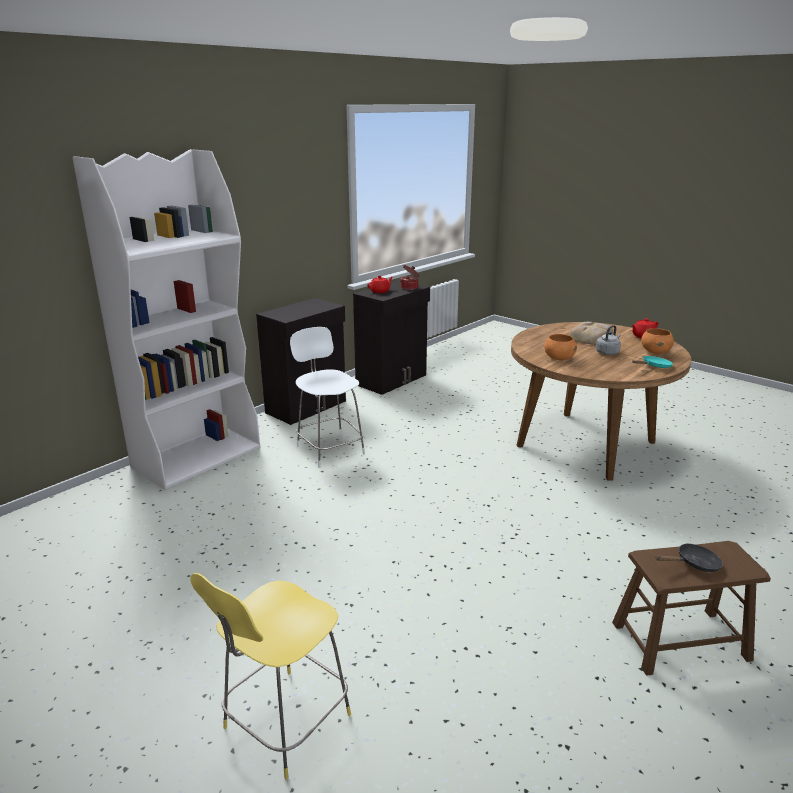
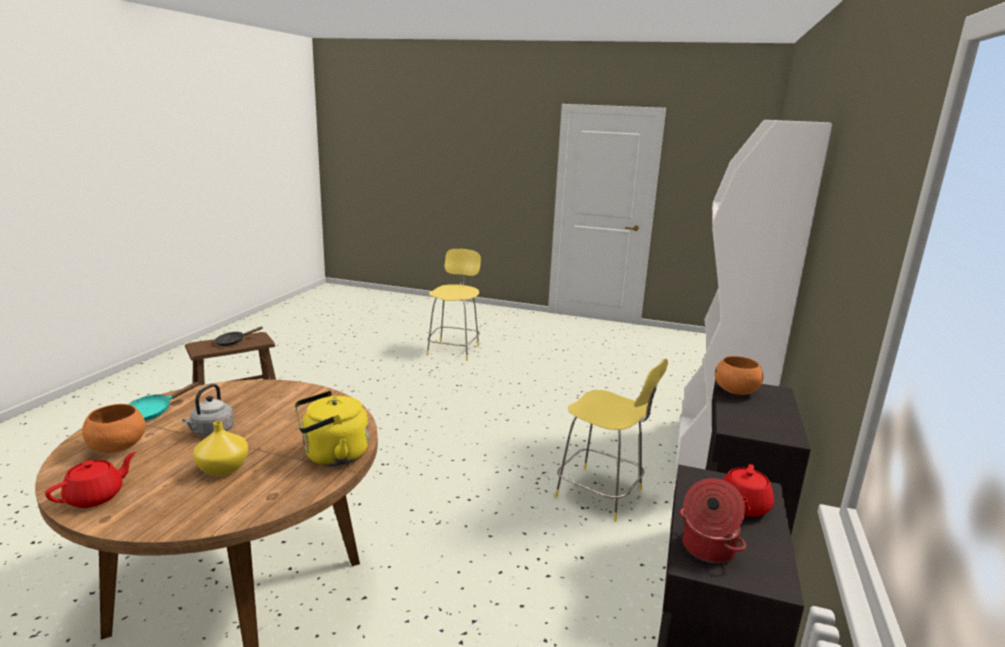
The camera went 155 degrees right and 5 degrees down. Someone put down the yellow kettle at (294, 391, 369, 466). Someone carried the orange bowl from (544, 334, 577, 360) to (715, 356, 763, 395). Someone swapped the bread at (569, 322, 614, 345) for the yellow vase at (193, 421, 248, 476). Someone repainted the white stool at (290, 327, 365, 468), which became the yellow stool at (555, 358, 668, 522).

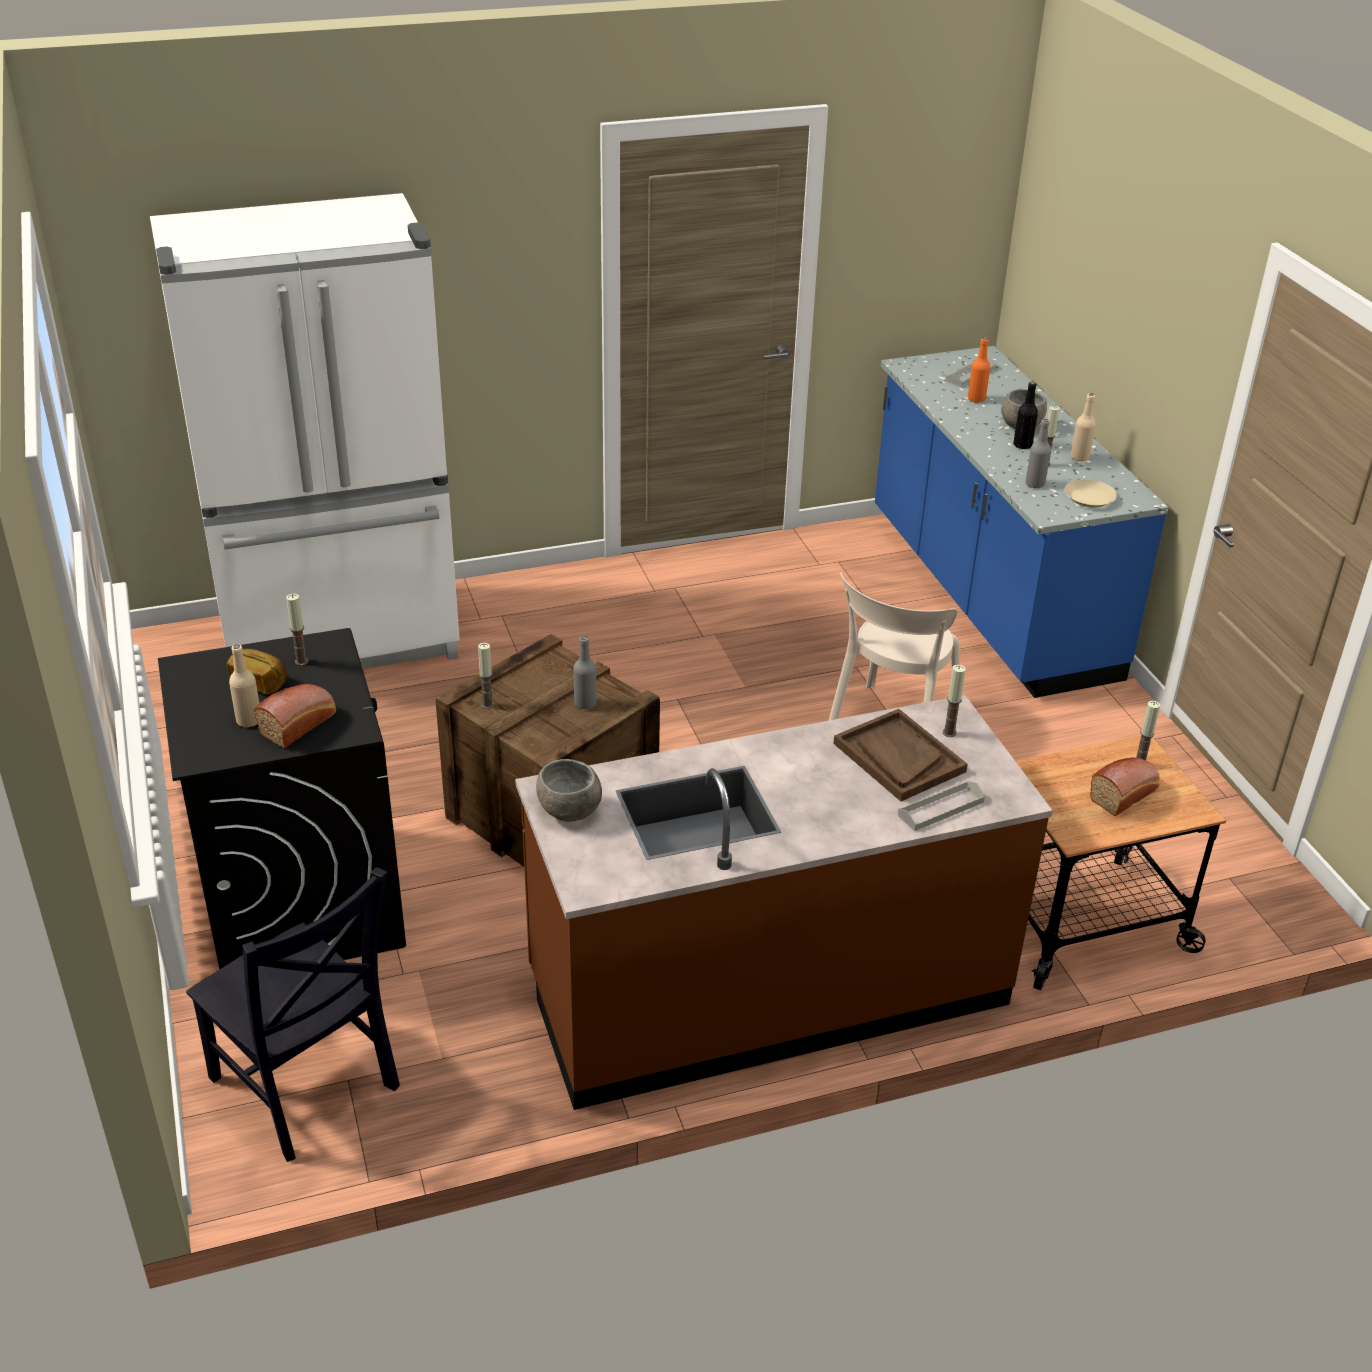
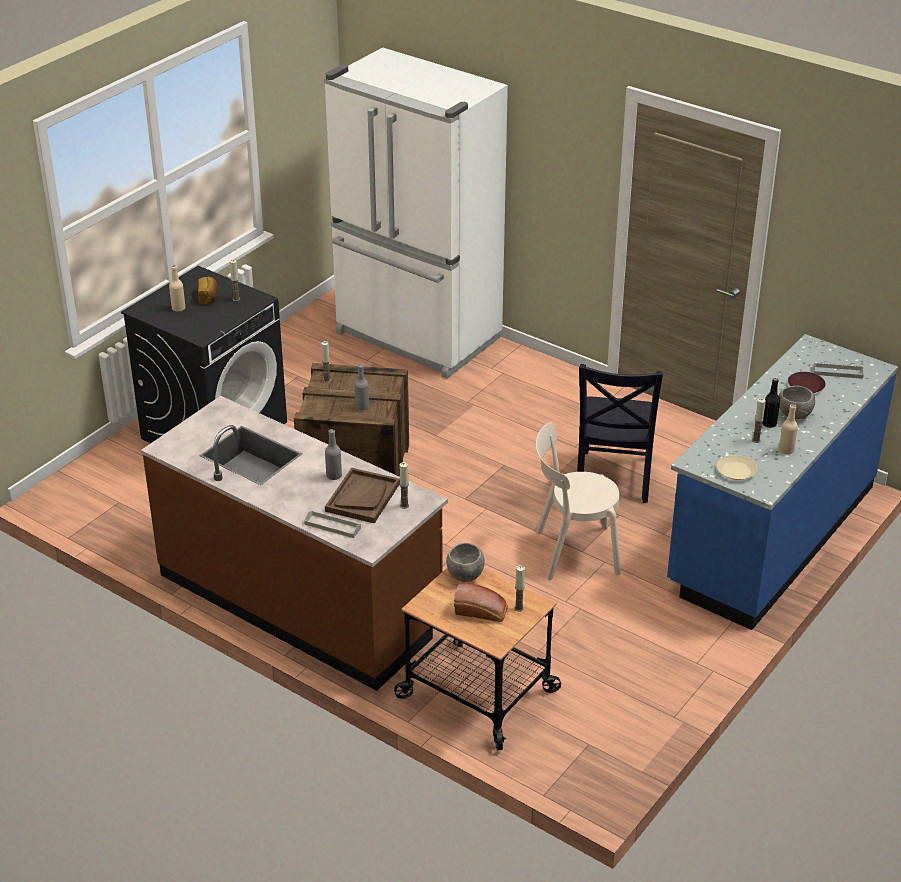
The camera went 55 degrees right and 0 degrees up. Someone took away the bread at (254, 684, 336, 748). Someone carried the black chair from (186, 867, 400, 1162) to (577, 364, 663, 503). Someone carried the grey bowl from (536, 759, 602, 822) to (446, 543, 485, 582). Someone carried the grey bottle from (1025, 419, 1051, 489) to (325, 429, 342, 480). Someone swapped the orange bottle at (968, 337, 990, 403) for the brown plate at (788, 372, 826, 393).

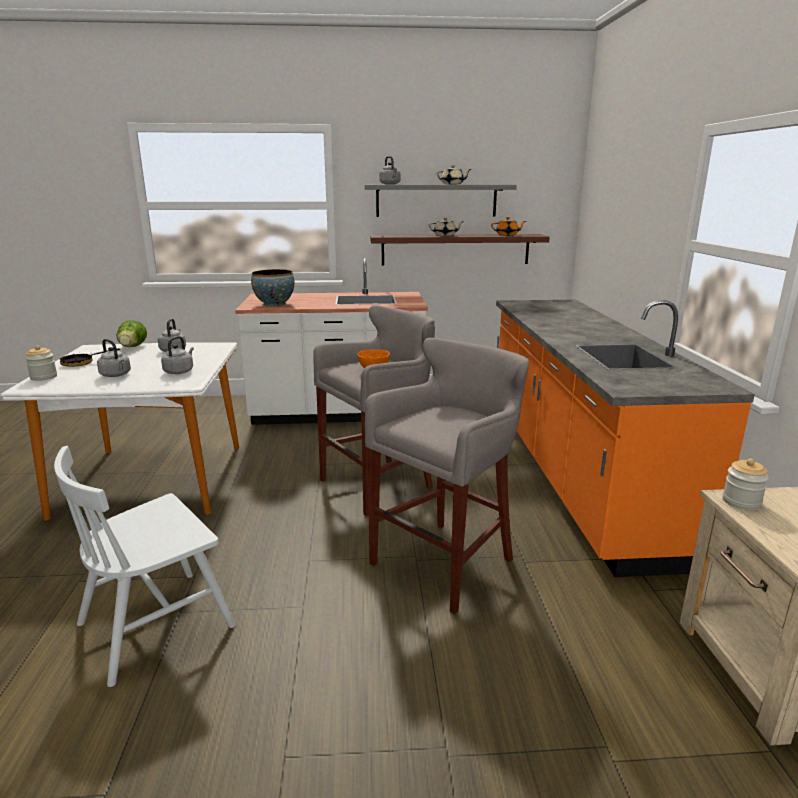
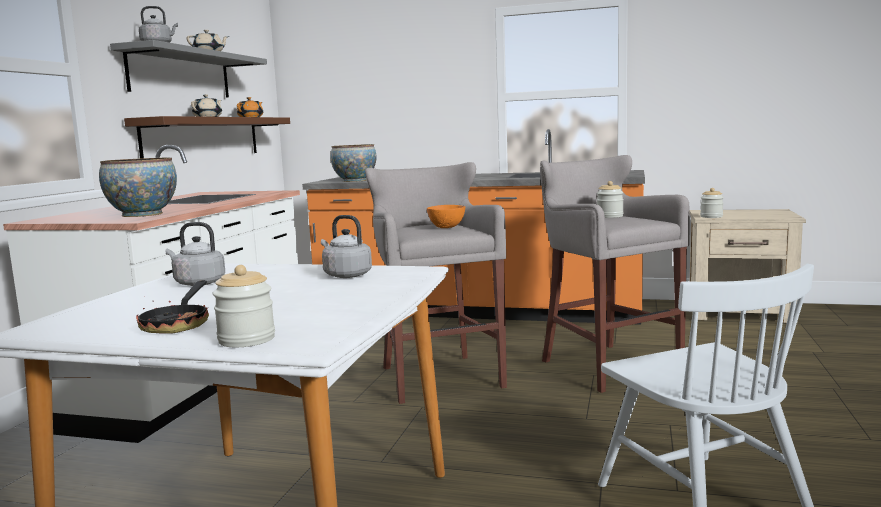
The camera went 70 degrees left and 10 degrees down. Someone took away the grey kettle at (97, 339, 131, 377). Someone took away the lettuce at (116, 320, 147, 347). Someone put down the bowl at (330, 144, 376, 182). Someone put down the jar at (597, 181, 624, 218).

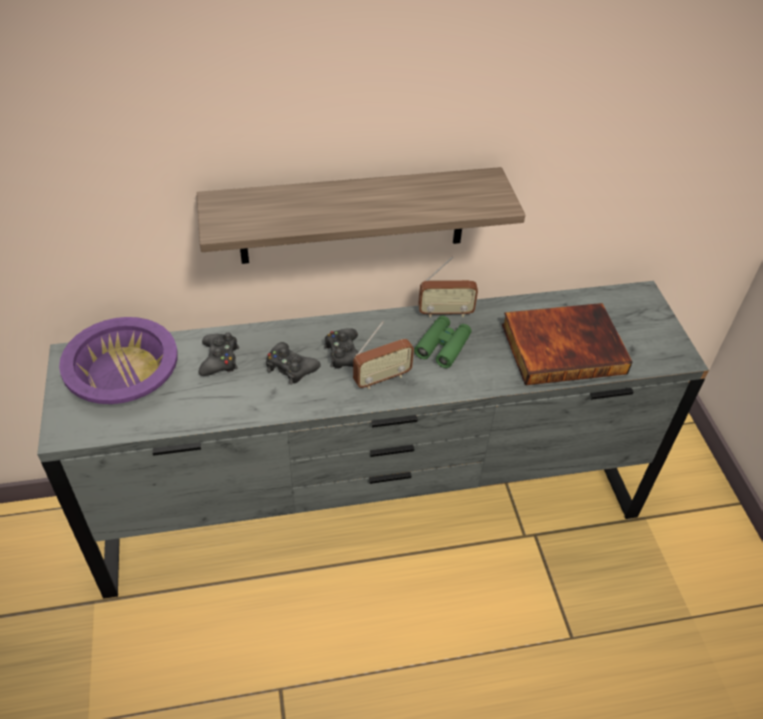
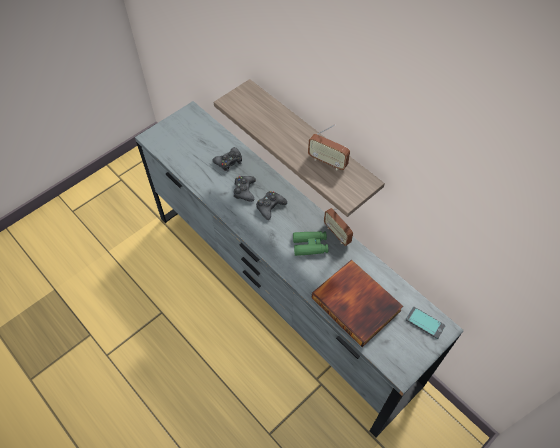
The camera went 60 degrees right and 10 degrees up. Someone took away the purple bowl at (59, 317, 178, 404). Someone put down the phone at (406, 307, 445, 339). Someone carried the radio from (353, 321, 414, 389) to (308, 124, 350, 171).

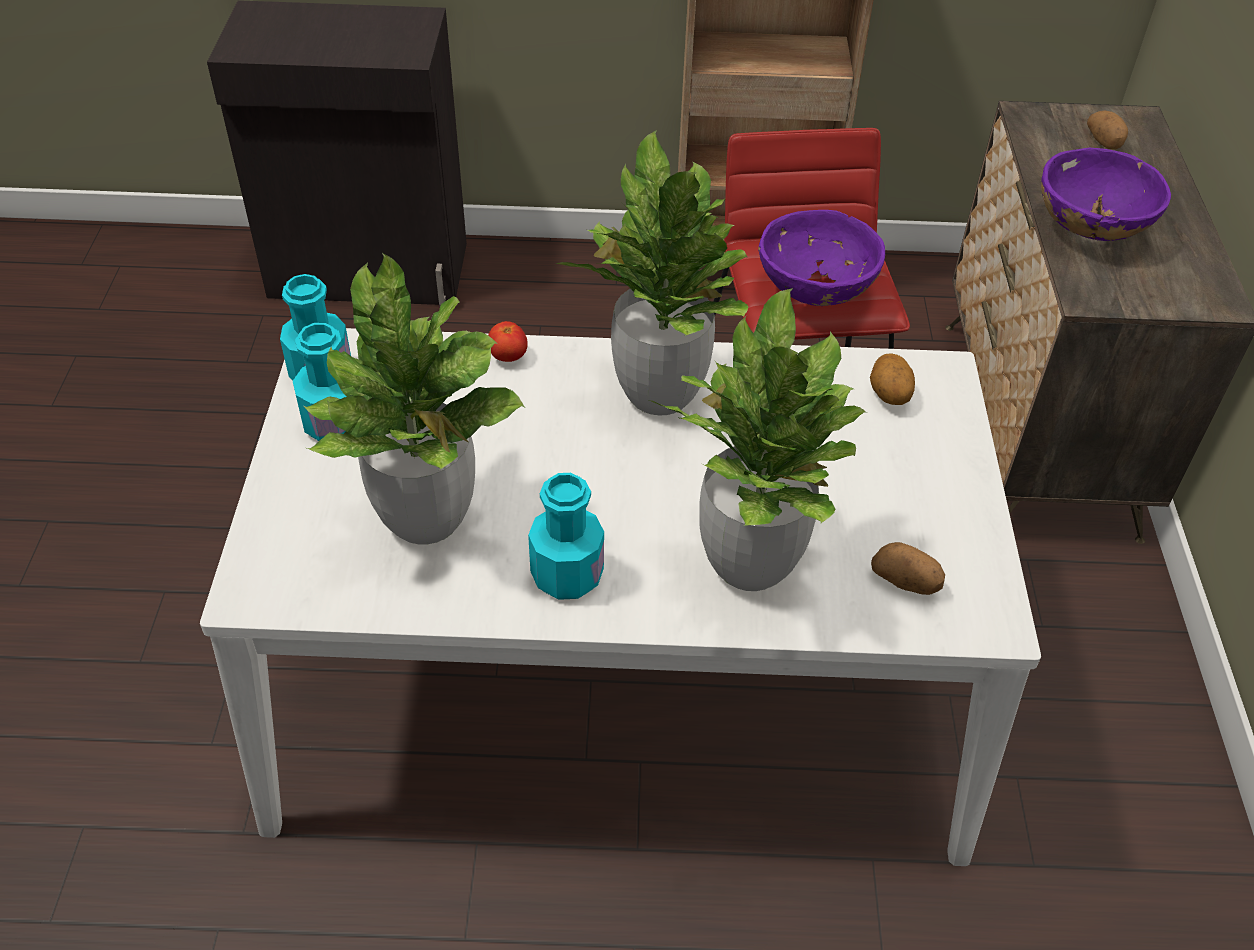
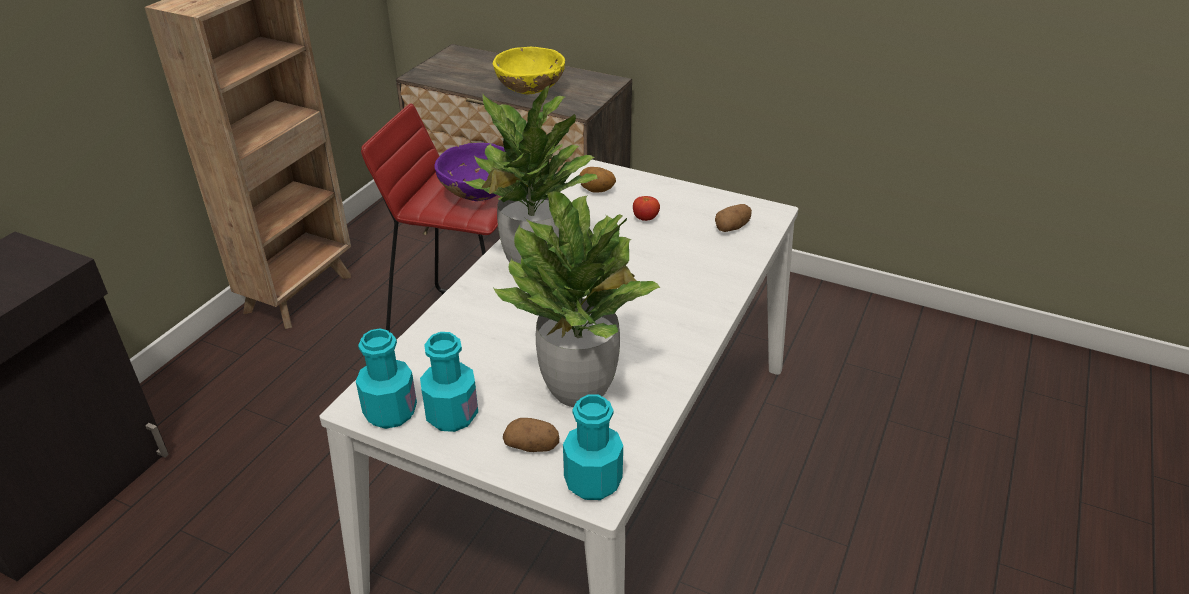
The camera went 65 degrees left and 10 degrees down. Someone took away the potted plant at (649, 288, 867, 591). Someone carried the tomato from (488, 321, 528, 362) to (633, 196, 660, 221). Someone carried the turquoise bottle from (528, 473, 604, 600) to (563, 394, 623, 500). Someone carried the potato from (1087, 110, 1128, 149) to (503, 418, 559, 452). Someone repainted the purple bowl at (1041, 148, 1171, 241), which became the yellow bowl at (493, 47, 565, 94).

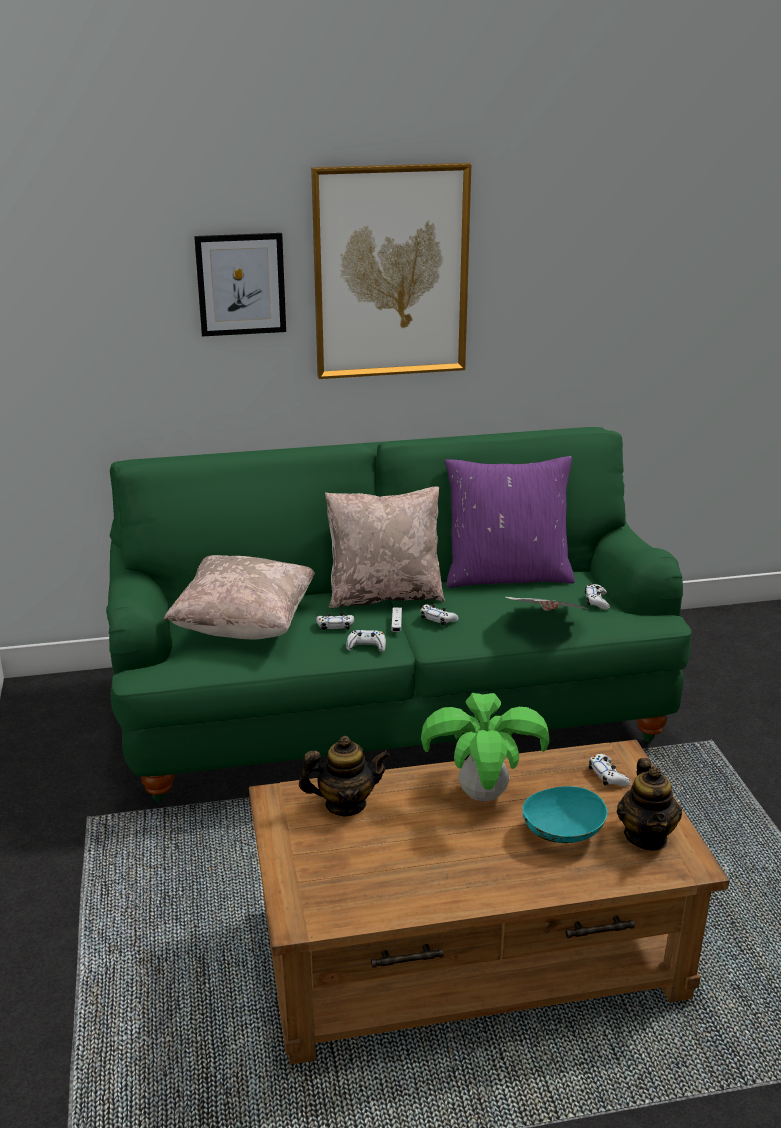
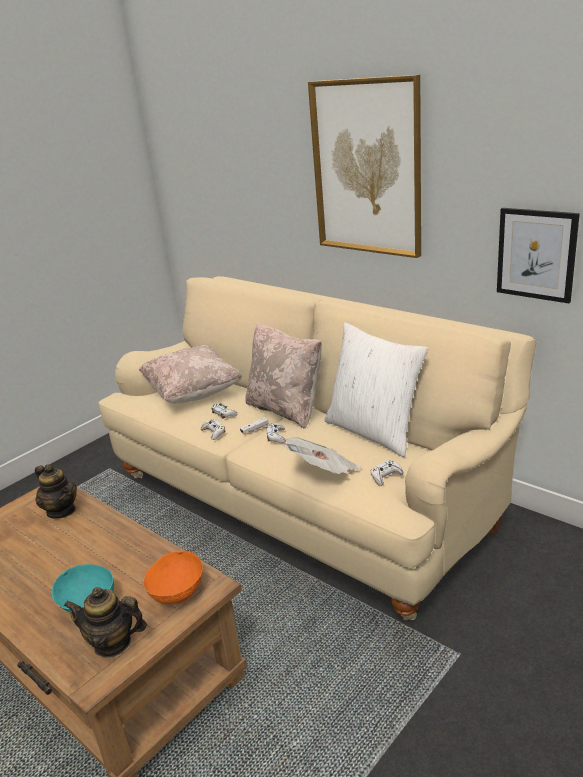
The camera went 55 degrees right and 0 degrees up. Someone took away the potted plant at (421, 693, 550, 801). Someone carried the picture from (194, 233, 286, 336) to (497, 208, 580, 303). Someone swapped the white game controller at (589, 754, 630, 786) for the orange bowl at (143, 550, 203, 604). Someone repainted the green sofa at (106, 427, 692, 802), which became the beige sofa at (98, 276, 536, 620). Someone repainted the purple pillow at (445, 456, 575, 588), which became the white pillow at (325, 323, 428, 457). Someone rotated the teapot at (617, 758, 682, 851) by 45 degrees clockwise.

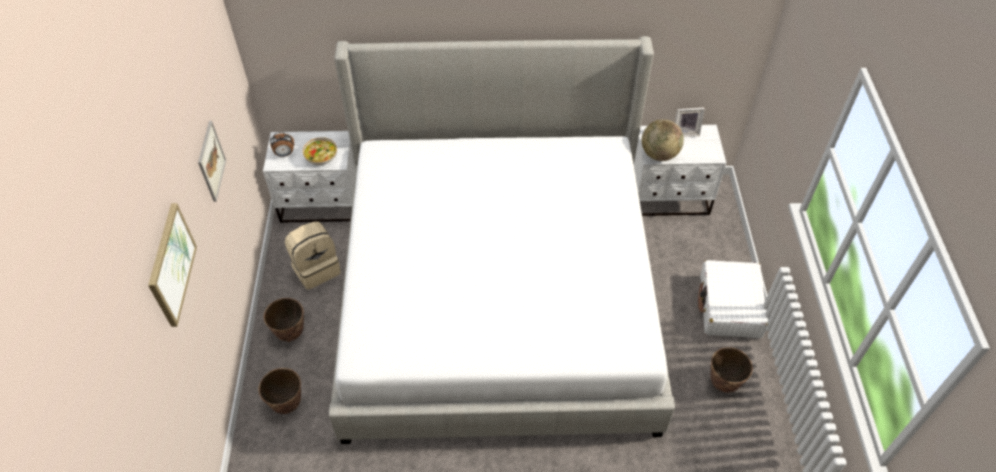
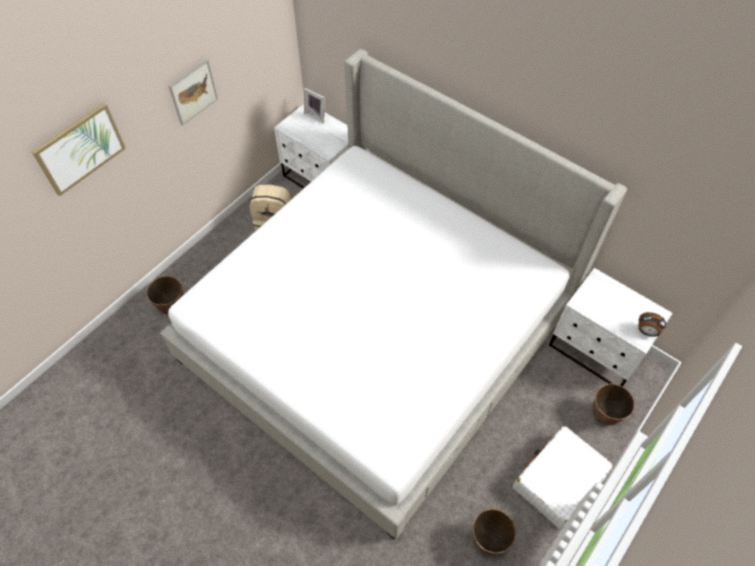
The camera went 40 degrees right and 5 degrees up. Someone took away the bowl at (303, 137, 337, 165). Someone took away the globe at (642, 119, 684, 161). Someone carried the planter from (264, 298, 304, 342) to (593, 383, 635, 425). Someone carried the alarm clock from (270, 132, 294, 157) to (638, 312, 666, 337). Someone carried the picture frame from (675, 108, 705, 137) to (304, 88, 325, 123).

